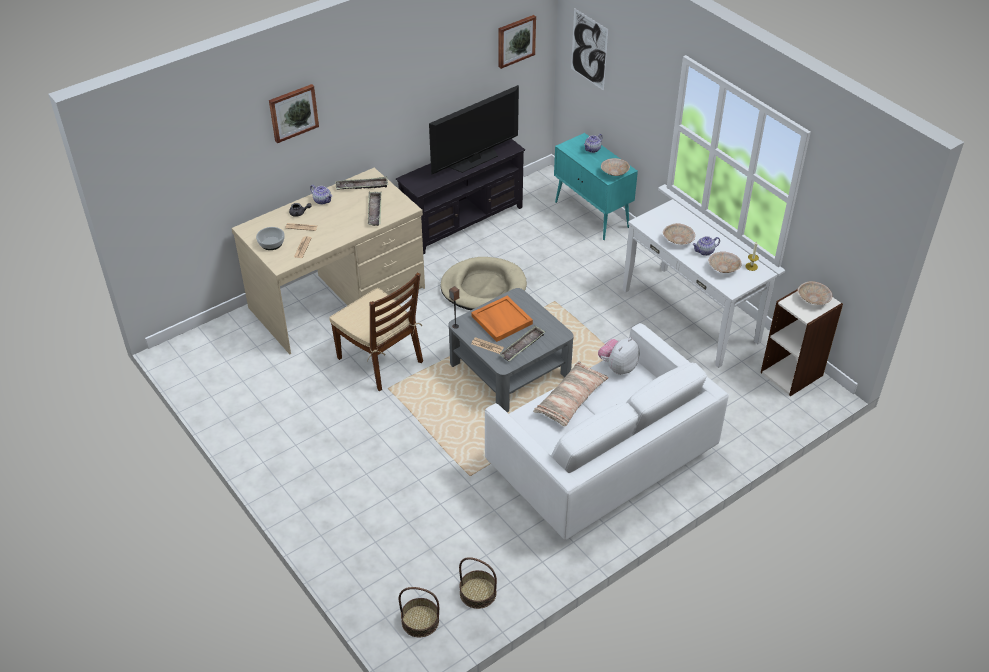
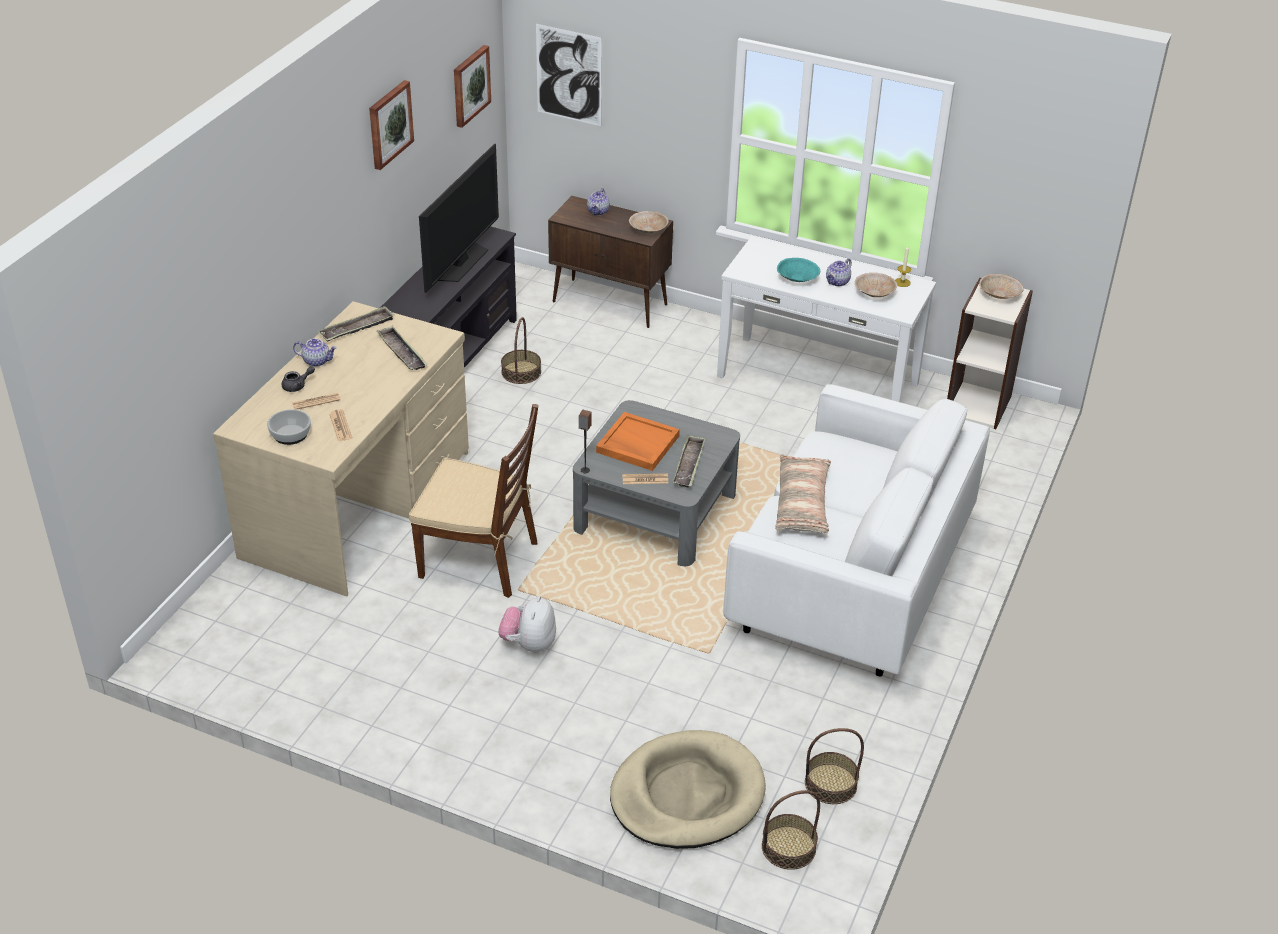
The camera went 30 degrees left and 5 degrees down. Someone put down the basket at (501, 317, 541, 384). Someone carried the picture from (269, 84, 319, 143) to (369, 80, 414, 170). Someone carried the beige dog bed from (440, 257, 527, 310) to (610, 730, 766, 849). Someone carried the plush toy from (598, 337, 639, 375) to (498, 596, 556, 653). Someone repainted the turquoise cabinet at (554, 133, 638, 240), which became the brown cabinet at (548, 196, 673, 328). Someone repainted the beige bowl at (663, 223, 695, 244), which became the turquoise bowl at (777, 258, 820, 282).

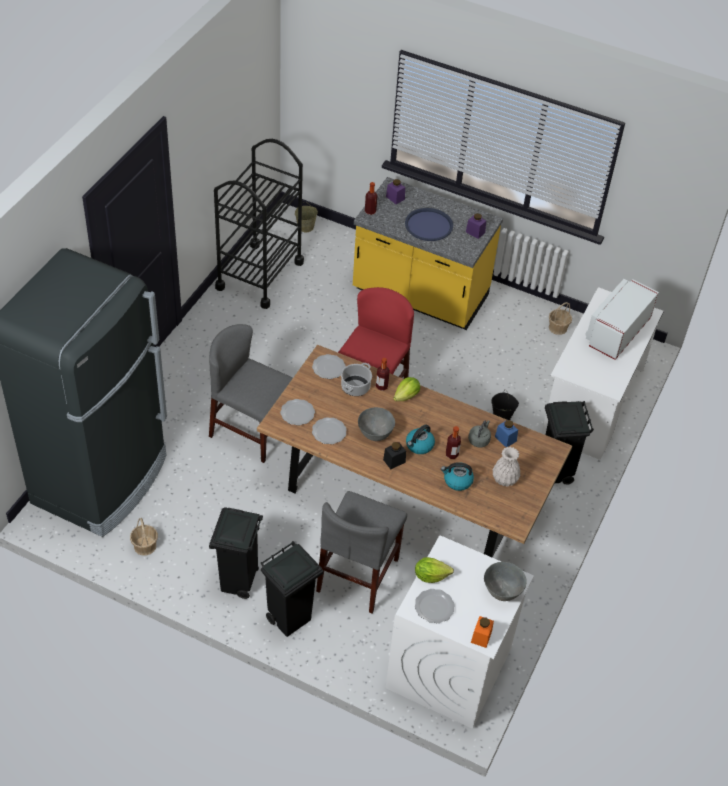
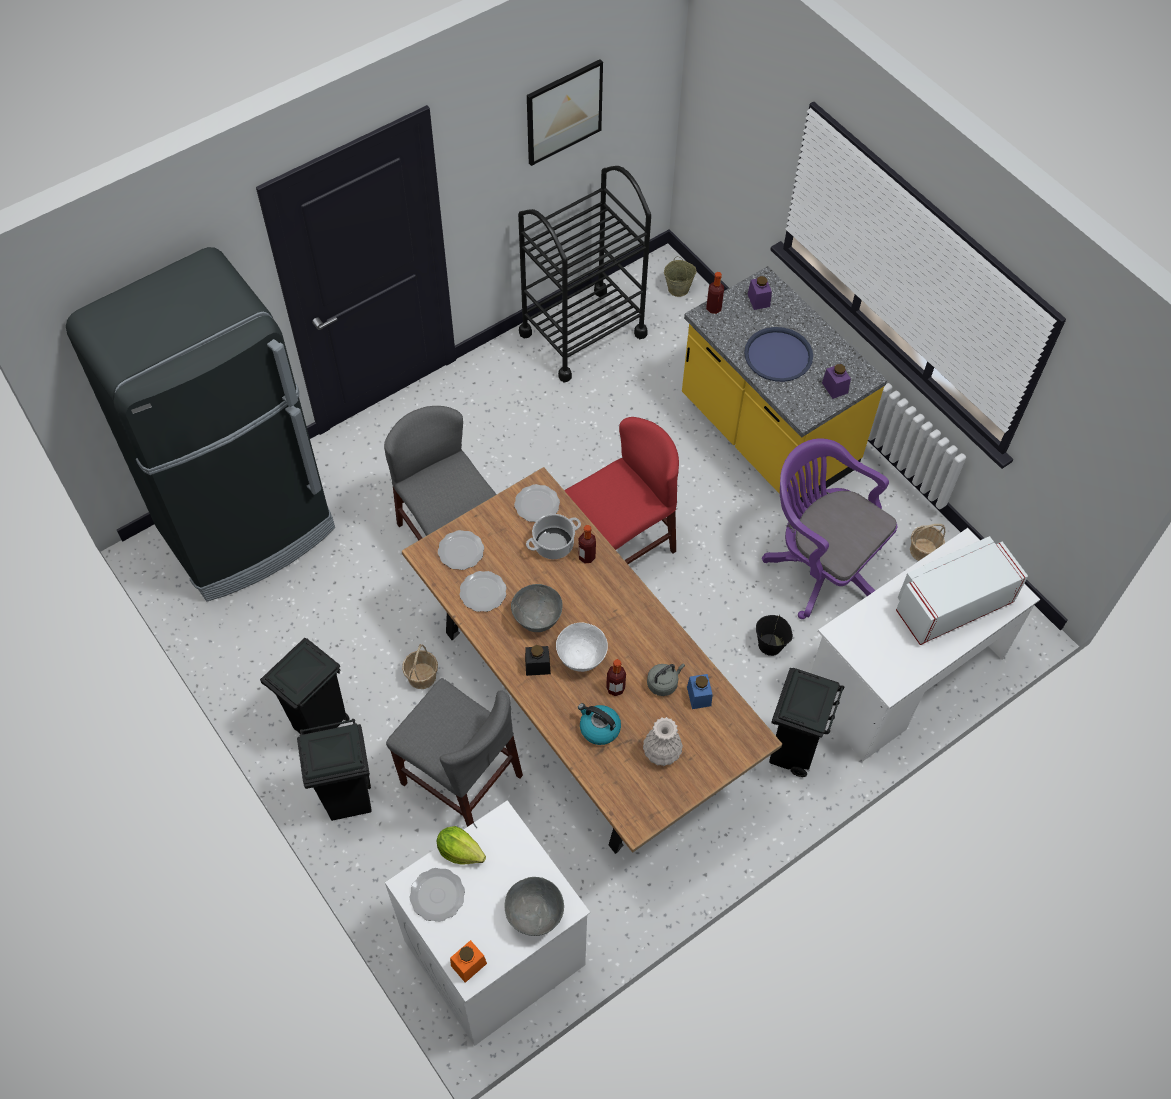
The camera went 30 degrees right and 10 degrees up. Someone took away the lettuce at (393, 377, 420, 401). Someone put up the picture at (527, 59, 603, 166). Someone put down the purple office chair at (762, 438, 897, 619). Someone carried the basket from (130, 518, 158, 556) to (402, 644, 438, 689). Someone swapped the kettle at (406, 425, 435, 454) for the white bowl at (556, 622, 608, 672). Someone rotated the grey chair at (316, 491, 407, 613) by 105 degrees counterclockwise.

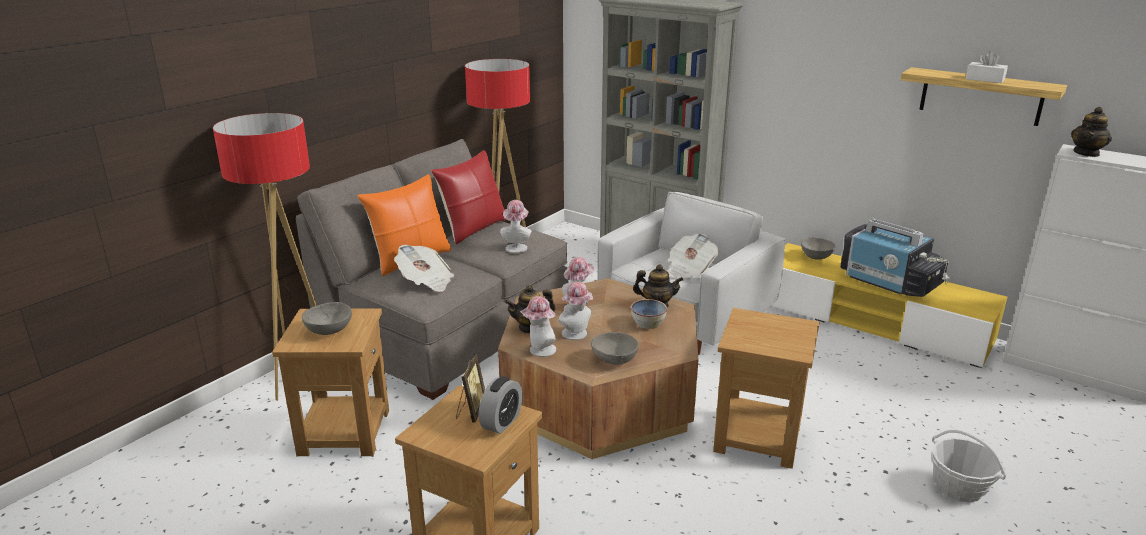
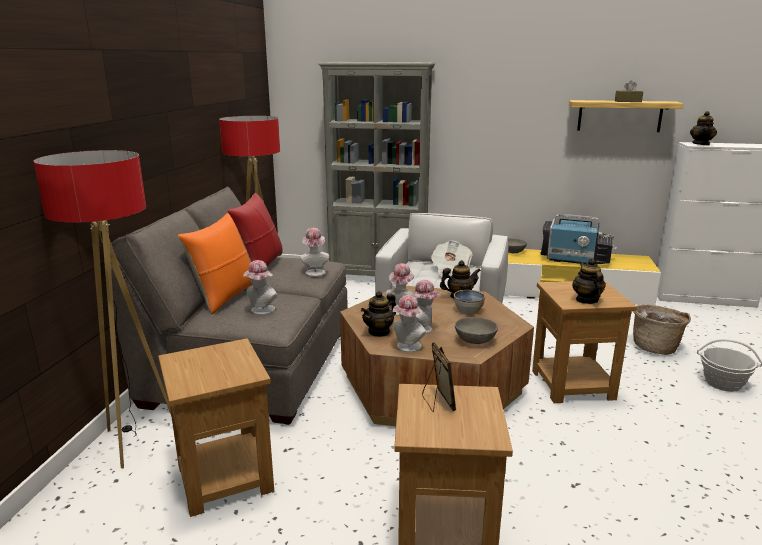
The camera went 25 degrees left and 5 degrees down. Someone took away the grey bowl at (302, 302, 352, 335). Someone took away the alarm clock at (479, 376, 522, 434). Someone put down the teapot at (572, 259, 606, 304). Someone put down the basket at (633, 305, 691, 355). Someone swapped the newspaper at (394, 245, 454, 292) for the hat at (243, 260, 277, 315). Someone repainted the white tissue box at (966, 51, 1008, 83), which became the brown tissue box at (615, 81, 643, 102).

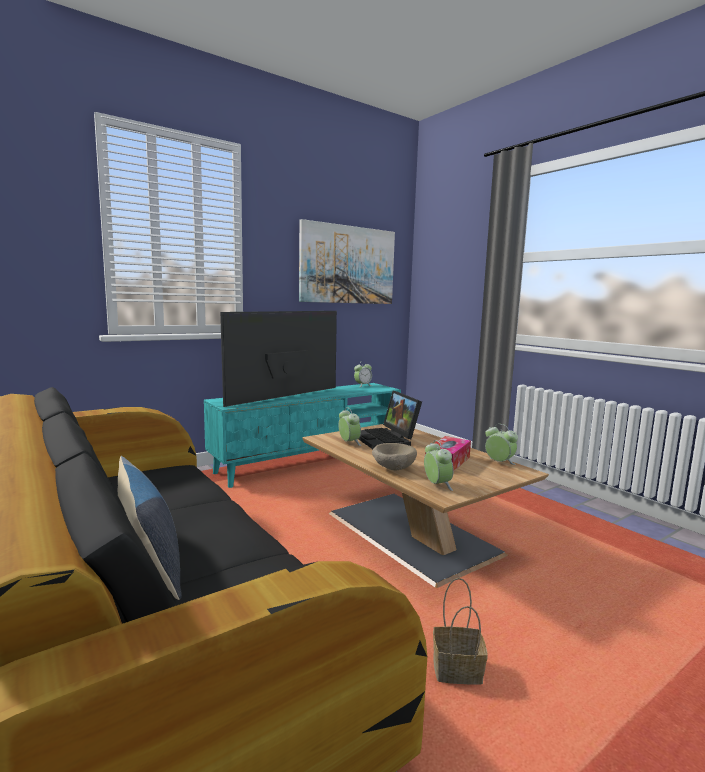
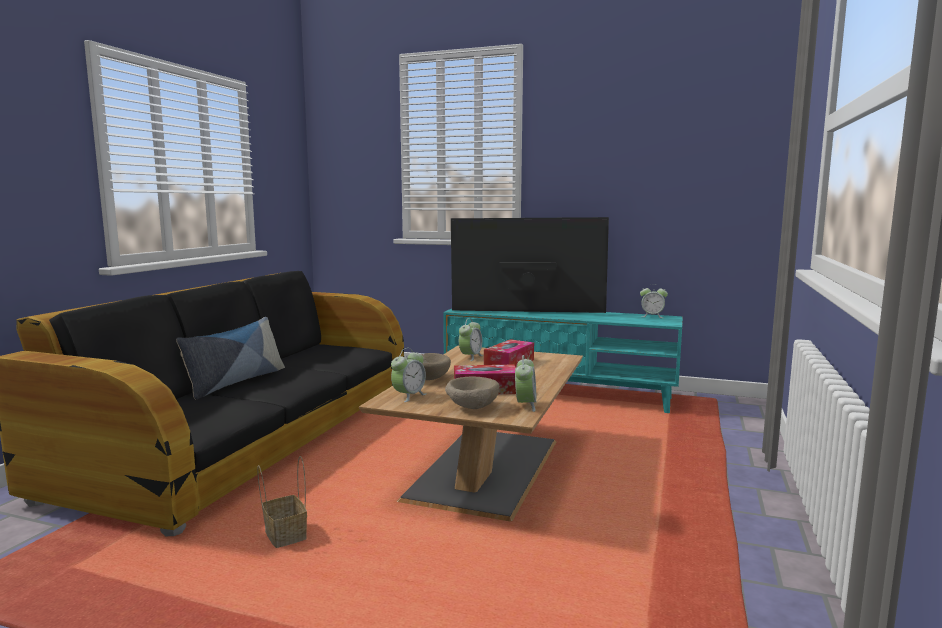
The camera went 55 degrees right and 0 degrees up. Someone took away the picture at (299, 219, 395, 304). Someone put down the beige bowl at (445, 377, 500, 409). Someone swapped the laptop at (359, 391, 422, 449) for the tissue box at (484, 339, 534, 368).

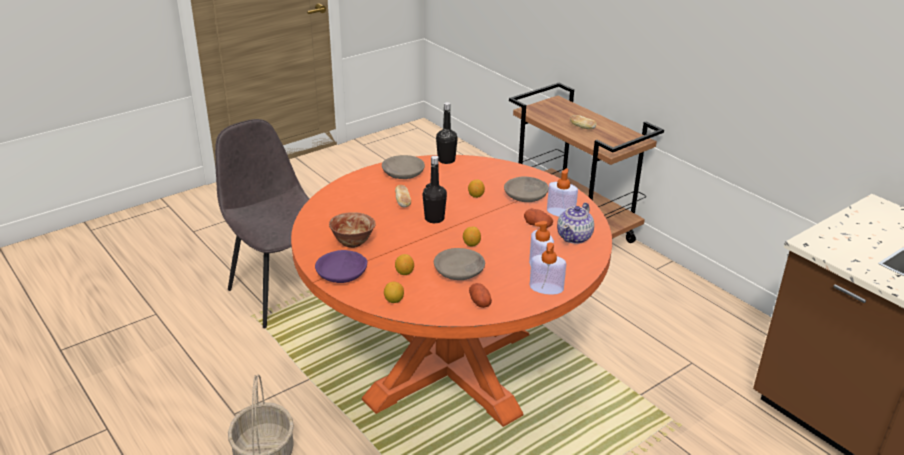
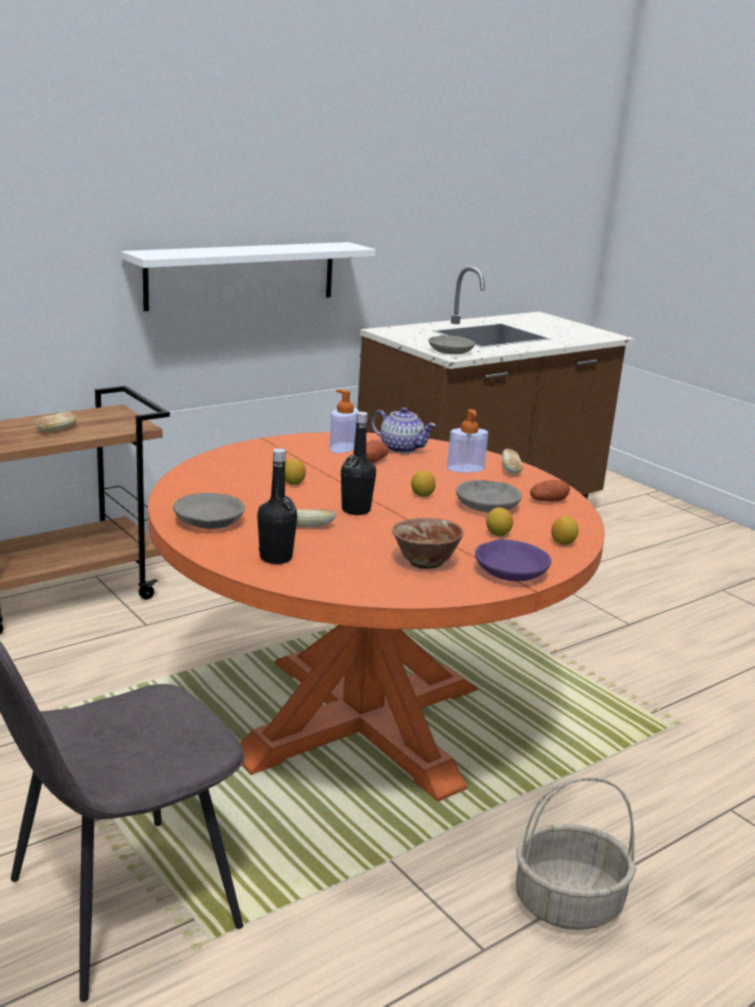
The camera went 90 degrees left and 10 degrees down. Someone put up the white shelf at (121, 242, 376, 311). Someone carried the black bottle from (436, 102, 458, 164) to (257, 448, 298, 564). Someone carried the grey bowl from (504, 177, 549, 202) to (429, 335, 475, 354). Someone swapped the soap dispenser at (530, 242, 566, 295) for the bread at (502, 449, 523, 474).

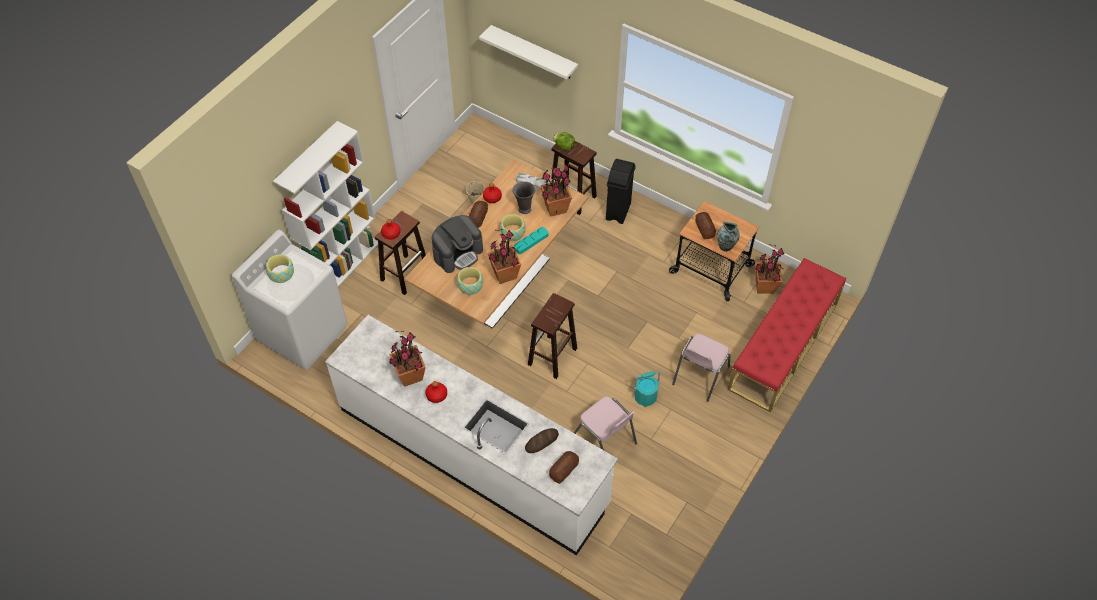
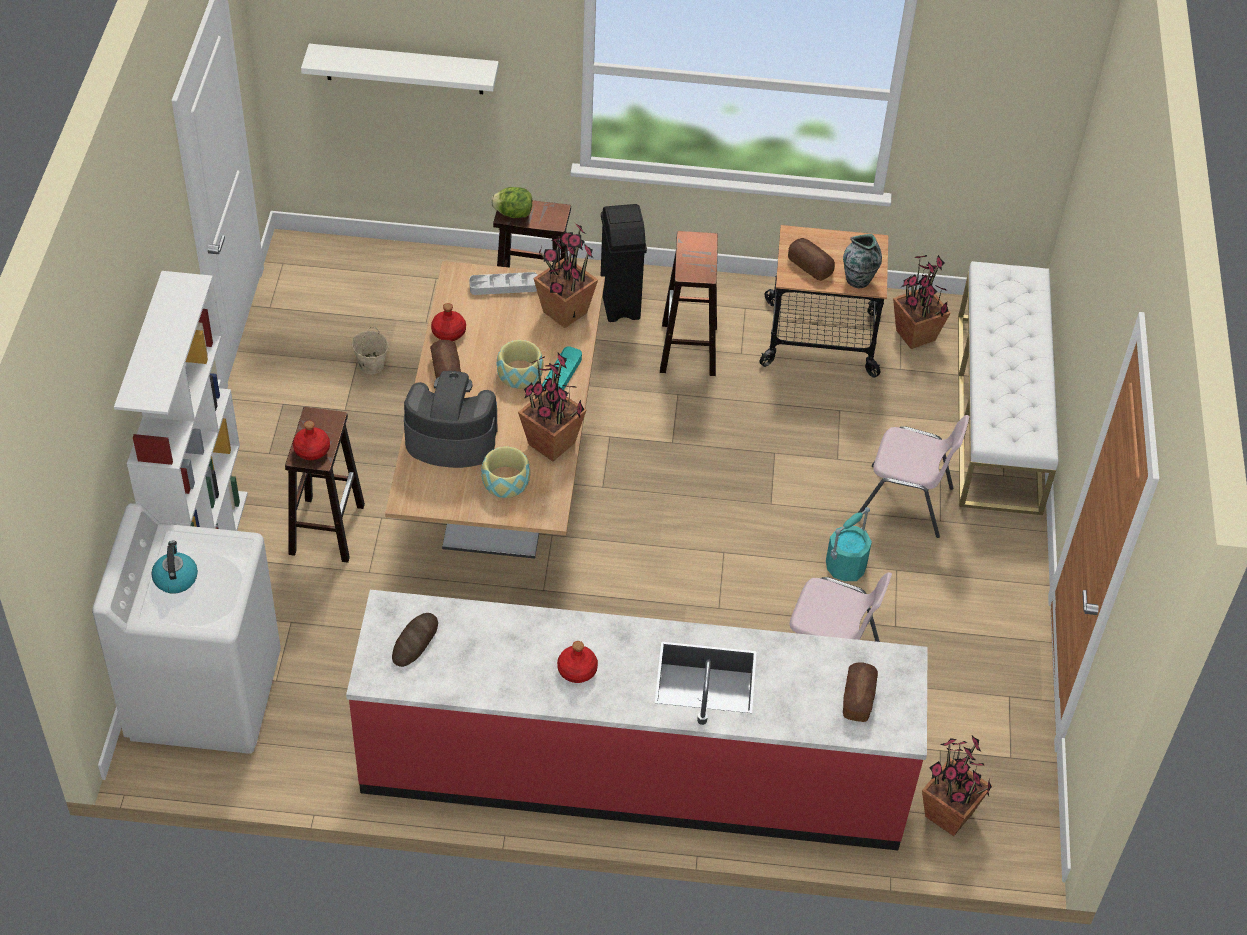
The camera went 30 degrees left and 5 degrees down. Someone took away the grey vase at (512, 181, 535, 214). Someone carried the potted plant from (389, 331, 426, 387) to (922, 735, 992, 836). Someone carried the bread from (525, 428, 559, 453) to (392, 613, 438, 667). Someone carried the brown stool from (528, 293, 577, 379) to (660, 231, 718, 376). Someone swapped the bowl at (266, 254, 294, 283) for the kettle at (151, 540, 198, 593). Someone repainted the white counter at (325, 315, 618, 556), which became the red counter at (346, 590, 928, 850). Someone repainted the red bench at (727, 258, 846, 413), which became the white bench at (958, 261, 1059, 515). Someone rotated the coffee machine at (432, 215, 483, 273) by 105 degrees counterclockwise. Someone rotated the pink chair at (672, 334, 730, 402) by 75 degrees counterclockwise.

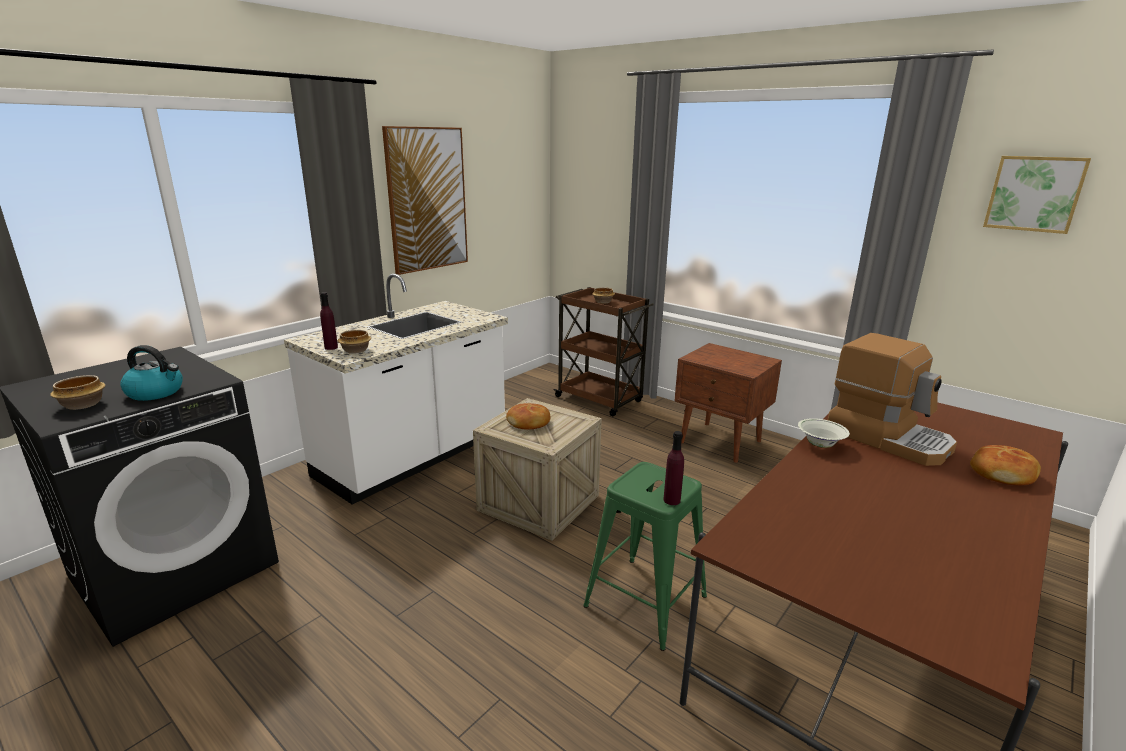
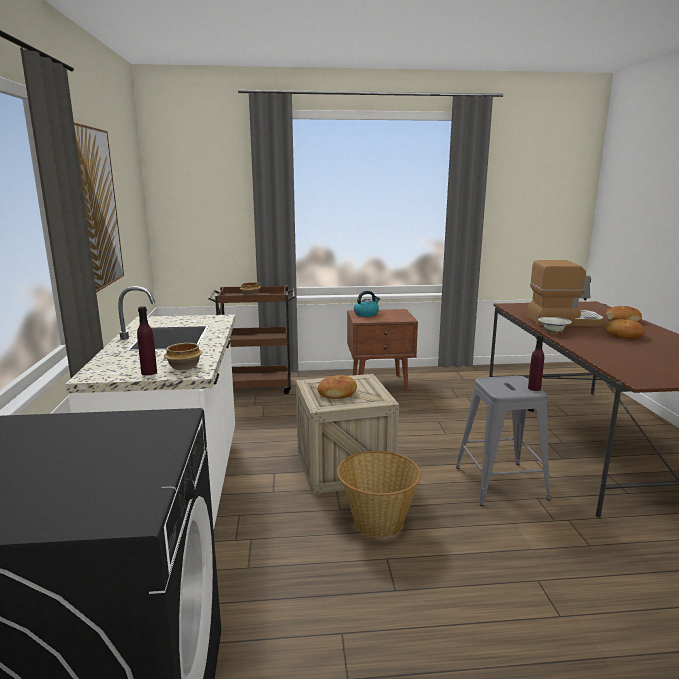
The camera went 45 degrees left and 5 degrees down. Someone took away the bowl at (50, 375, 105, 410). Someone took away the picture at (983, 156, 1091, 234). Someone put down the basket at (337, 451, 421, 538). Someone put down the bread at (605, 319, 645, 339). Someone carried the kettle from (120, 345, 183, 401) to (354, 291, 380, 317). Someone repainted the green stool at (583, 462, 707, 651), which became the grey stool at (456, 376, 551, 506).

